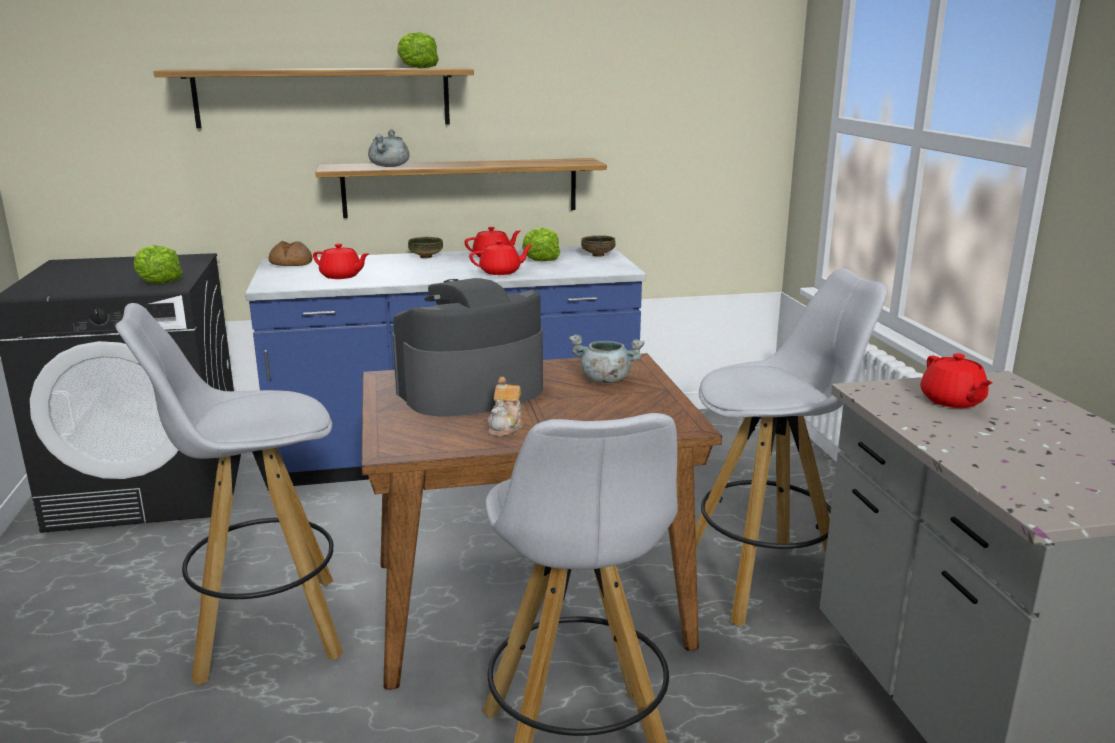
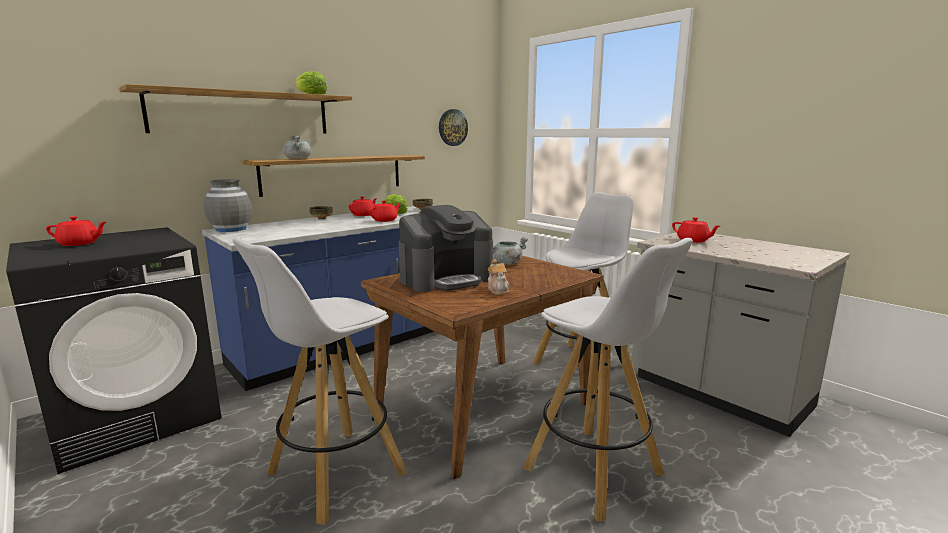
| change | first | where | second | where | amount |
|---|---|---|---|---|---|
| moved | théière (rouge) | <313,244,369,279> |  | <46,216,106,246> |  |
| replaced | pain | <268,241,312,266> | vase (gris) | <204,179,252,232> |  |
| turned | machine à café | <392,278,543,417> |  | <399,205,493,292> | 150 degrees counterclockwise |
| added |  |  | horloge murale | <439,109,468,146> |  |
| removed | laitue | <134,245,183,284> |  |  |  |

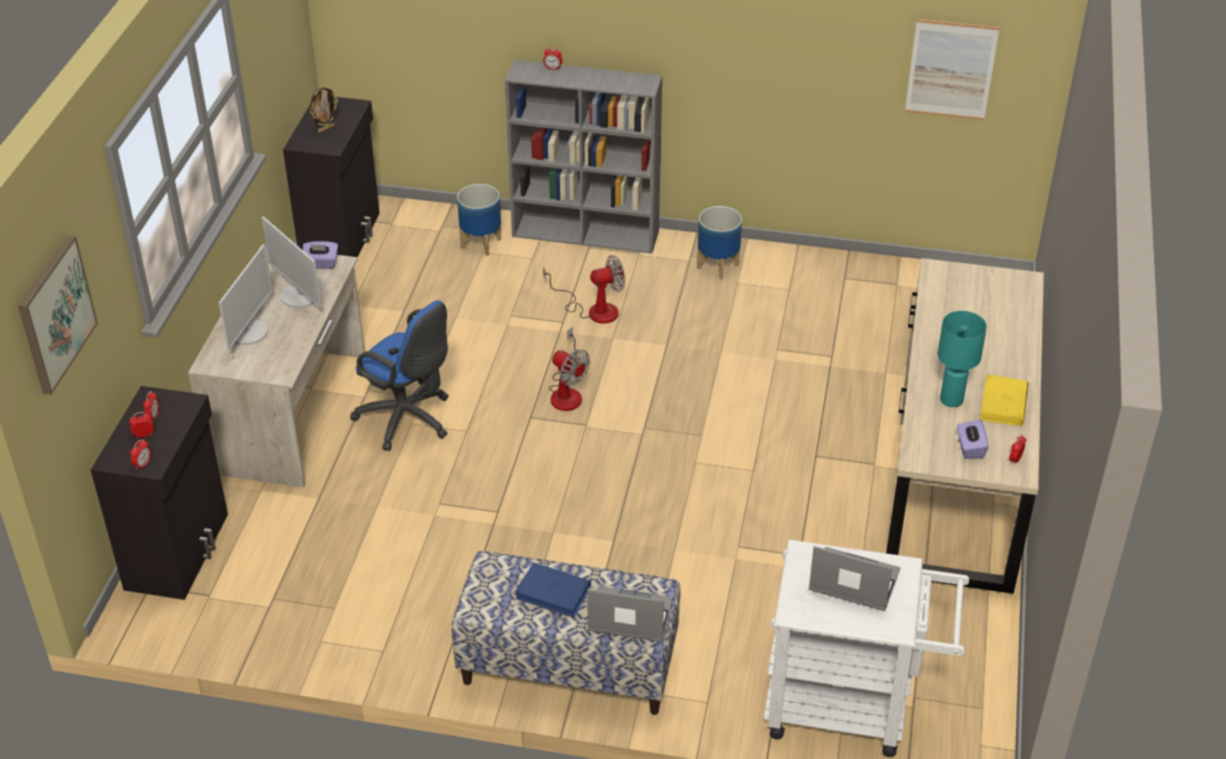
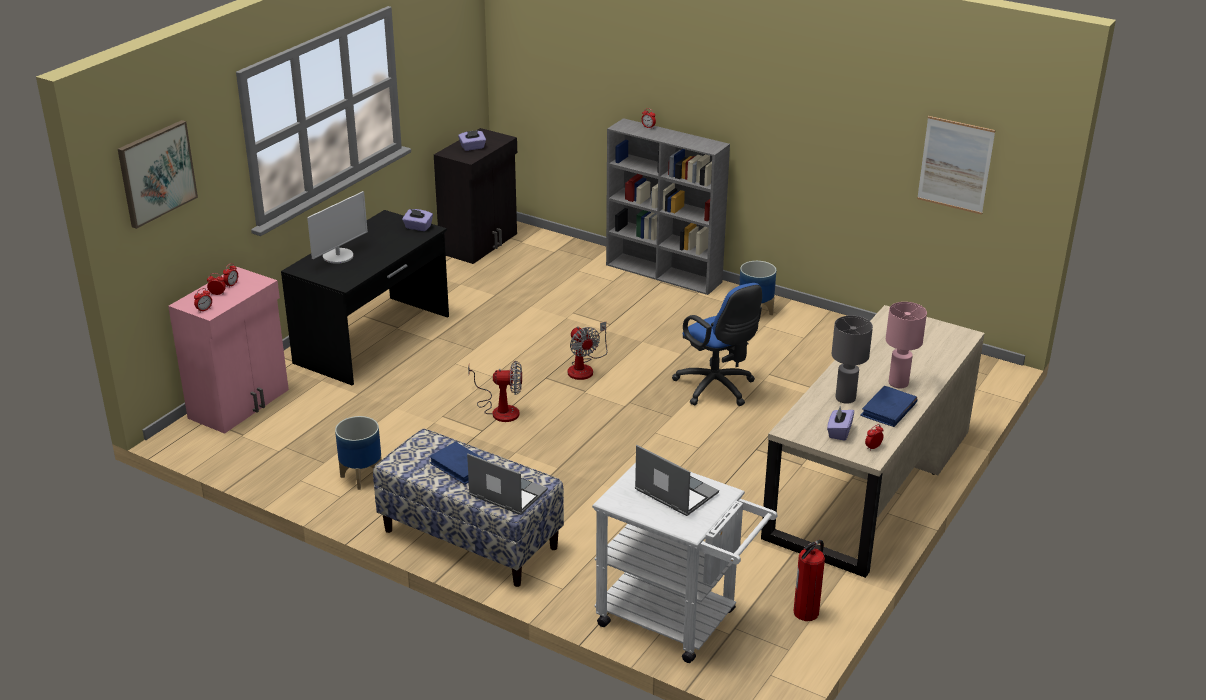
| change | first | where | second | where | amount |
|---|---|---|---|---|---|
| recoloured | meuble de rangement (noir) | <91,386,228,600> | meuble de rangement (rose) | <168,267,289,434> |  |
| recoloured | bureau (beige) | <188,245,365,488> | bureau (noir) | <281,210,449,386> |  |
| moved | cache-pot | <457,184,501,256> |  | <335,416,382,490> |  |
| replaced | cadre photo | <310,86,338,132> | boîte à mouchoirs (violet) | <458,130,486,151> |  |
| moved | ventilateur | <543,255,625,324> |  | <468,361,522,422> |  |
| moved | chaise de bureau (bleu) | <350,300,449,451> |  | <672,283,762,406> |  |
| added |  |  | extincteur | <793,540,825,621> |  |
| recoloured | lampe de table (turquoise) | <938,311,987,407> | lampe de table (gris) | <832,316,873,404> |  |
| recoloured | livre (jaune) | <980,374,1028,426> | livre (bleu) | <860,386,918,427> |  |
| added |  |  | lampe de table (rose) | <886,302,927,388> |  |
| removed | écran d'ordinateur | <261,216,321,308> |  |  |  |

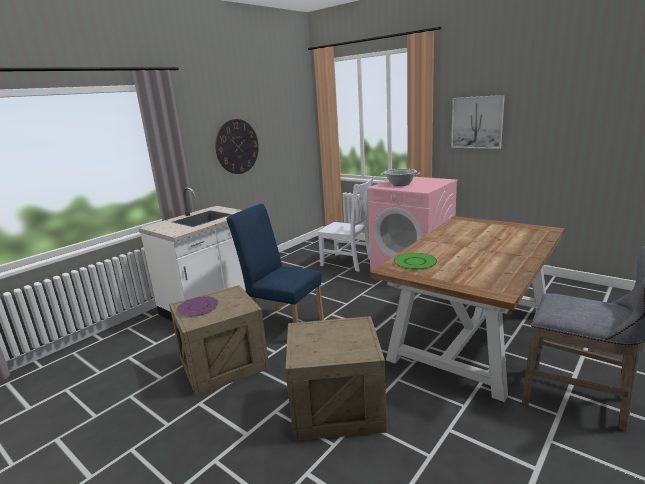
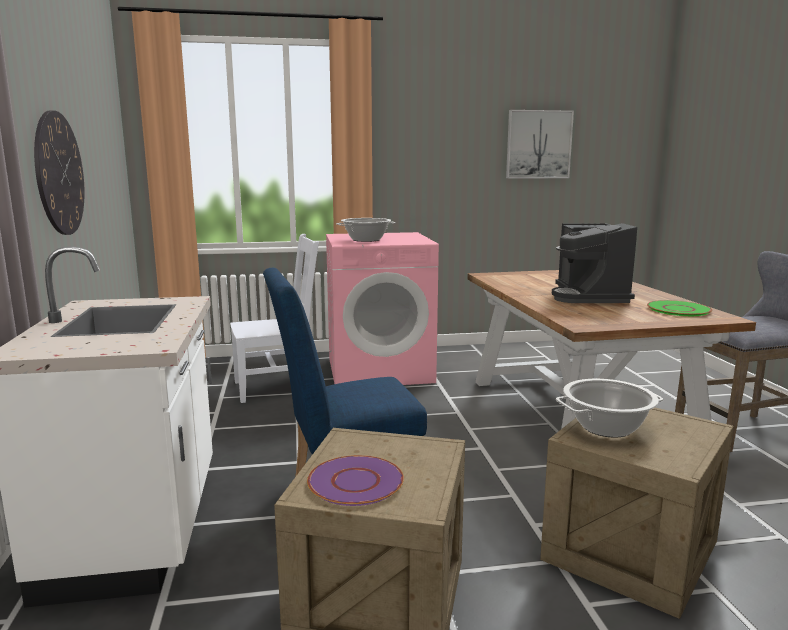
| change | first | where | second | where | amount |
|---|---|---|---|---|---|
| moved | tableau | <451,95,505,149> |  | <506,110,574,179> |  |
| added |  |  | machine à café | <552,223,637,303> |  |
| added |  |  | marmite | <556,379,663,437> |  |
| moved | assiette (vert) | <393,253,437,270> |  | <647,300,712,316> |  |

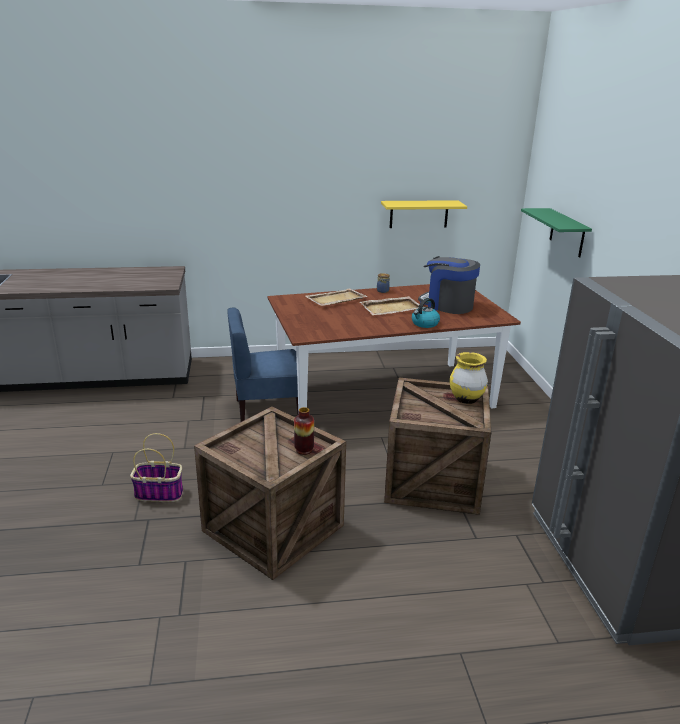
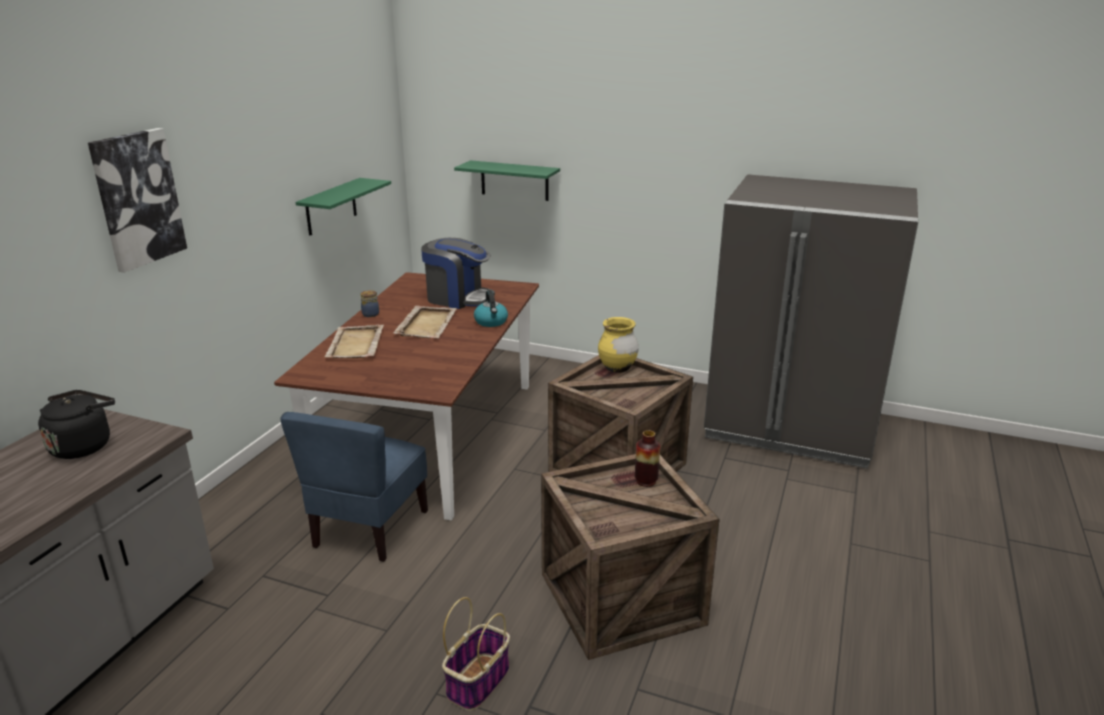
| change | first | where | second | where | amount |
|---|---|---|---|---|---|
| added |  |  | bouilloire (noir) | <38,390,115,459> |  |
| added |  |  | tableau | <88,128,187,273> |  |
| recoloured | étagère (jaune) | <381,200,467,228> | étagère (vert) | <296,178,391,236> |  |
| turned | machine à café | <418,256,480,314> |  | <421,238,495,309> | 135 degrees counterclockwise |

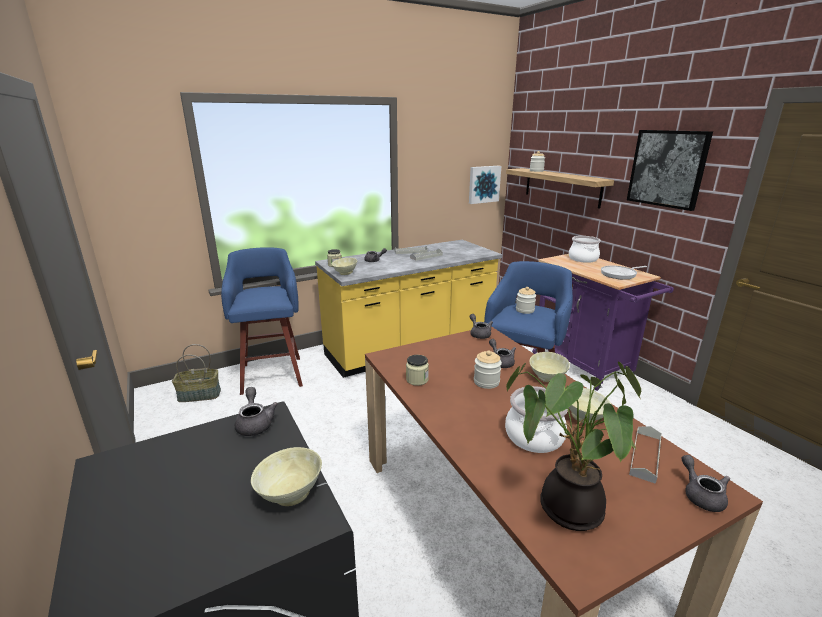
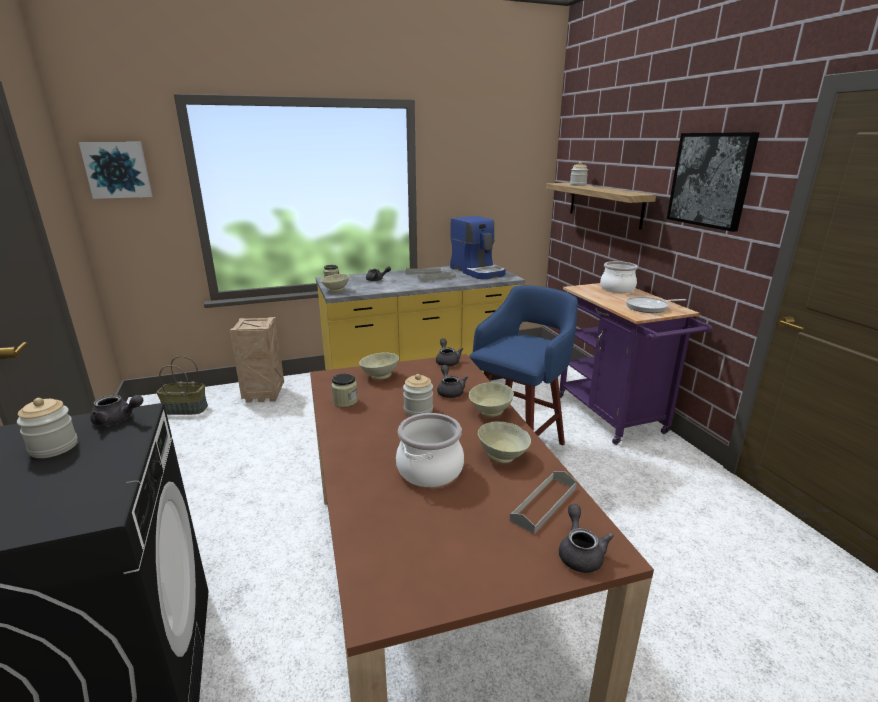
| change | first | where | second | where | amount |
|---|---|---|---|---|---|
| moved | bocal | <516,287,536,314> |  | <17,398,78,458> |  |
| moved | tableau | <469,166,501,204> |  | <79,142,152,199> |  |
| turned | théière (gris) | <234,387,278,436> |  | <90,395,143,426> | 105 degrees clockwise |
| replaced | tabouret (bleu) | <221,247,303,395> | caisse | <230,317,284,403> |  |
| moved | bol (beige) | <251,447,322,506> |  | <359,353,399,380> |  |
| added |  |  | machine à café | <450,216,506,279> |  |
| removed | plante en pot | <506,361,641,531> |  |  |  |

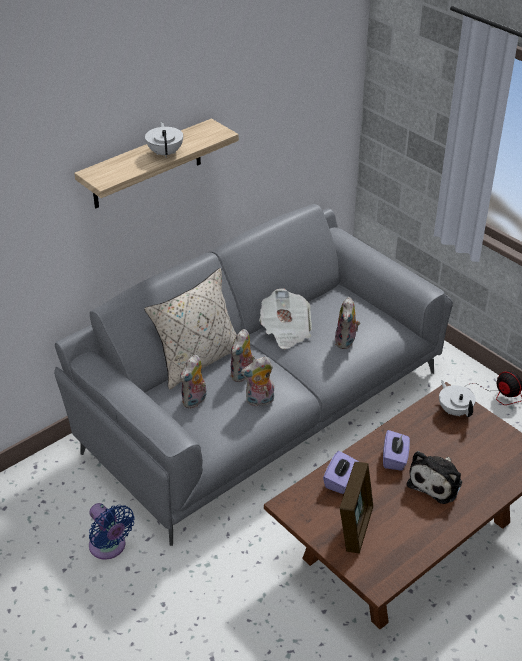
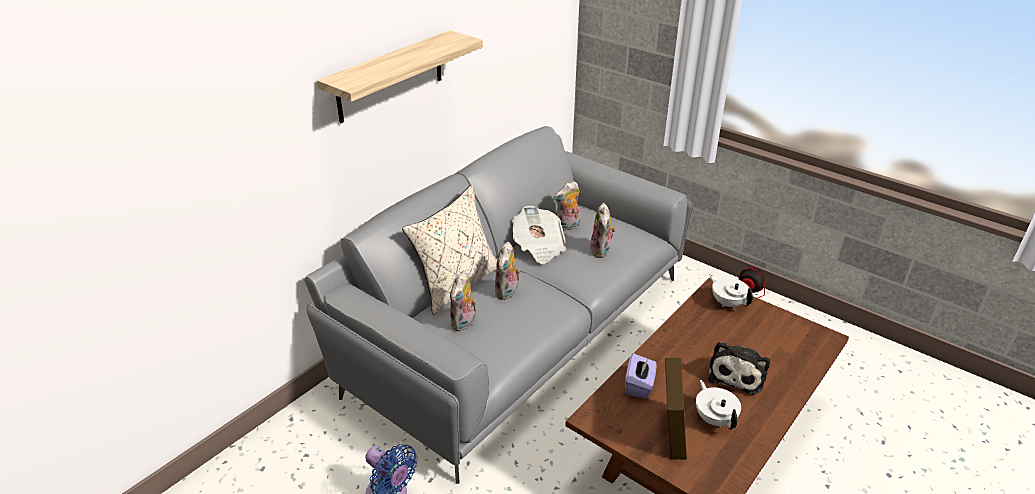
| change | first | where | second | where | amount |
|---|---|---|---|---|---|
| moved | peluche | <241,357,274,407> |  | <554,181,580,231> |  |
| moved | théière (blanc) | <145,122,183,158> |  | <696,380,741,429> |  |
| removed | boîte à mouchoirs (violet) | <383,430,410,471> |  |  |  |

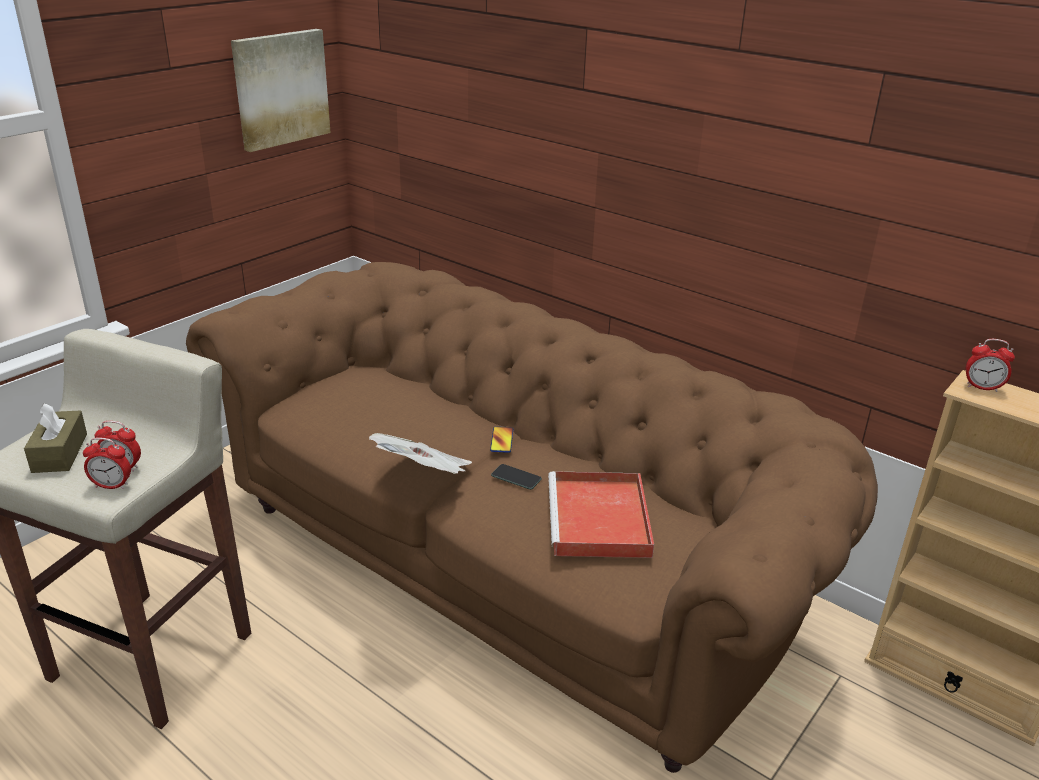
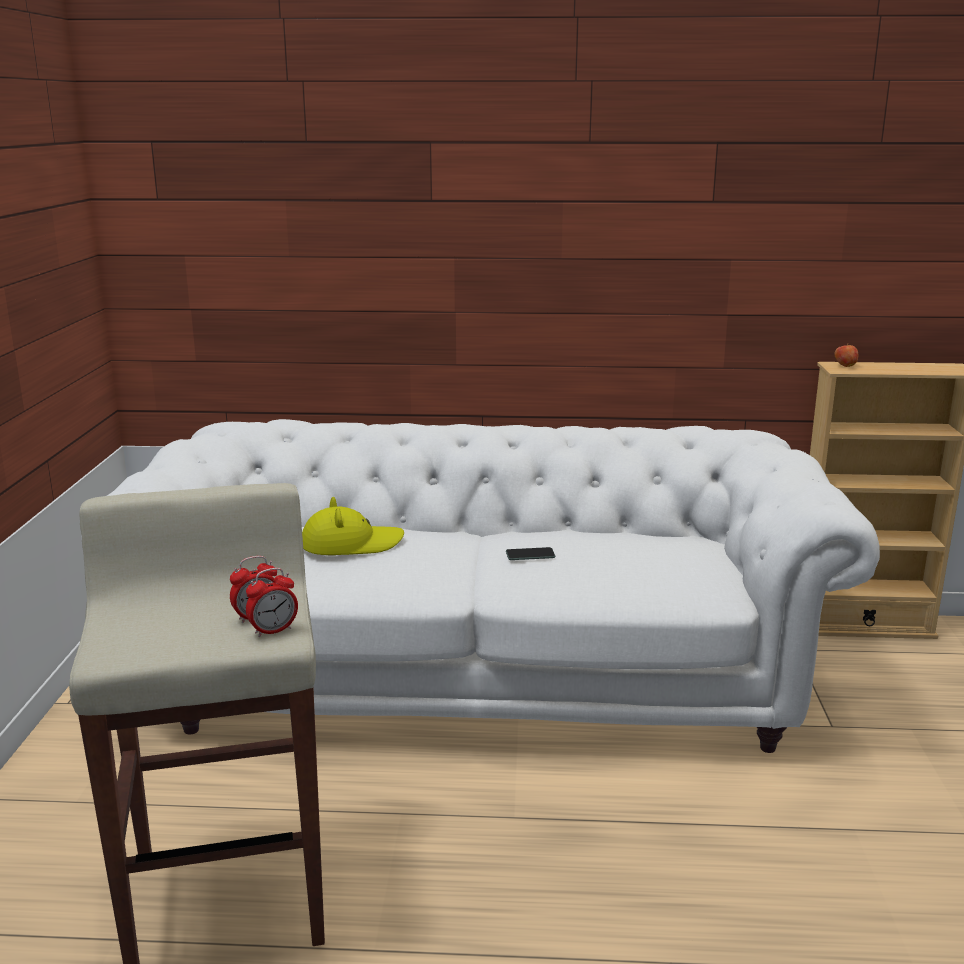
| change | first | where | second | where | amount |
|---|---|---|---|---|---|
| recoloured | canapé (marron) | <186,262,878,773> | canapé (blanc) | <81,419,880,753> |  |
| added |  |  | chapeau (jaune) | <302,497,404,555> |  |
| replaced | réveil | <966,339,1015,392> | pomme | <835,343,858,367> |  |
| removed | boîte à mouchoirs (marron) | <24,404,87,473> |  |  |  |
| removed | tableau | <231,29,331,152> |  |  |  |
| removed | journal | <369,433,472,474> |  |  |  |
| removed | téléphone | <490,426,513,453> |  |  |  |
| removed | plateau (rouge) | <548,471,654,558> |  |  |  |

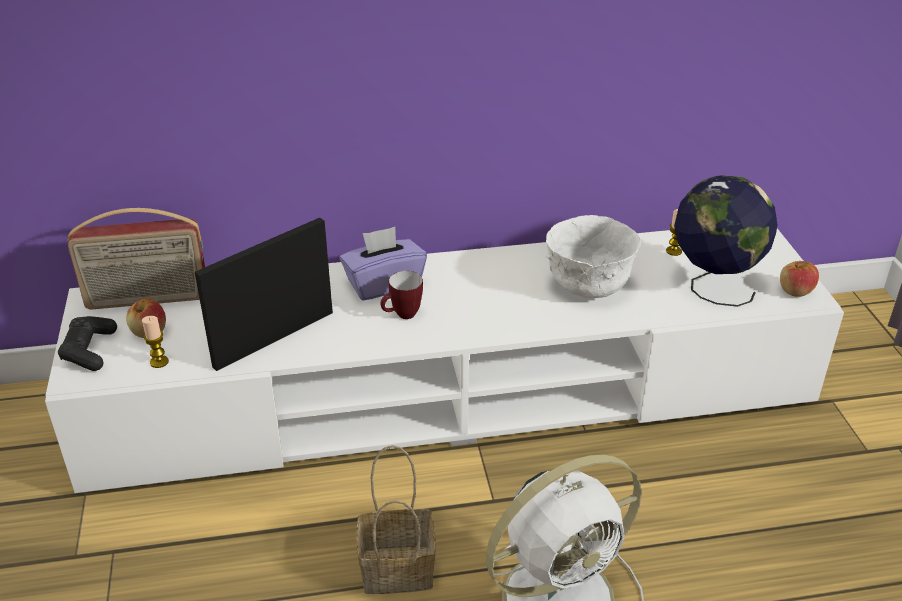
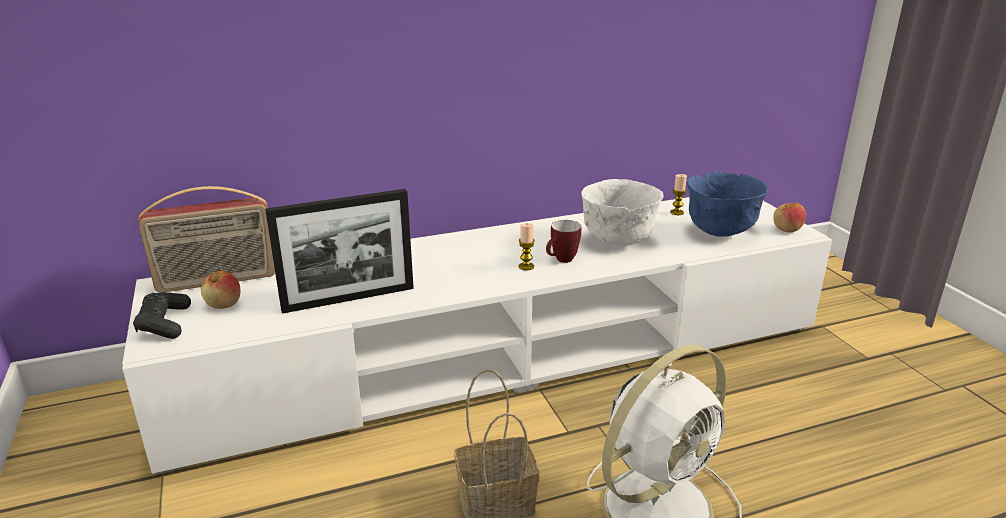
| change | first | where | second | where | amount |
|---|---|---|---|---|---|
| turned | cadre photo | <195,218,333,371> |  | <265,189,414,314> | 150 degrees counterclockwise |
| moved | bougie | <142,316,169,368> |  | <519,223,535,271> |  |
| moved | mug | <381,271,423,319> |  | <546,220,581,263> |  |
| replaced | globe | <674,175,778,307> | bol (bleu) | <687,171,768,237> |  |
| removed | boîte à mouchoirs (violet) | <339,227,427,300> |  |  |  |

